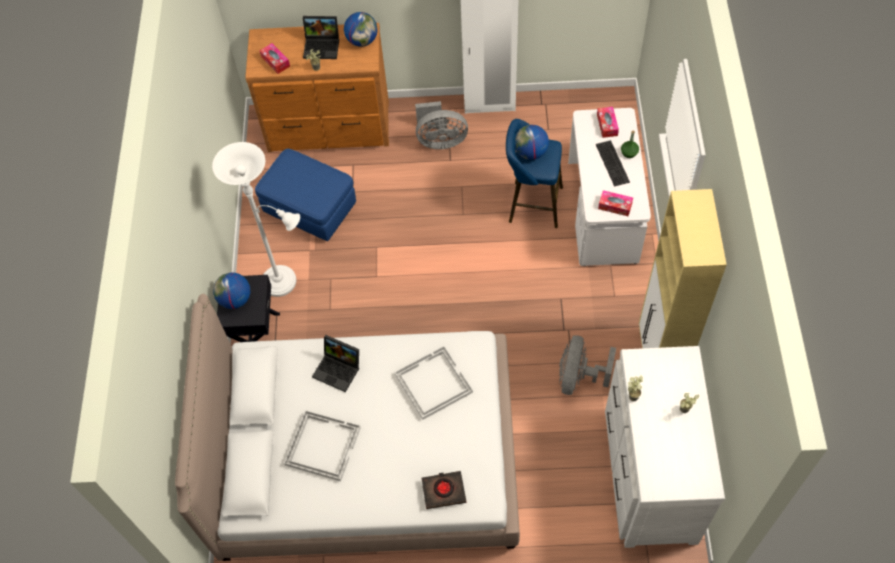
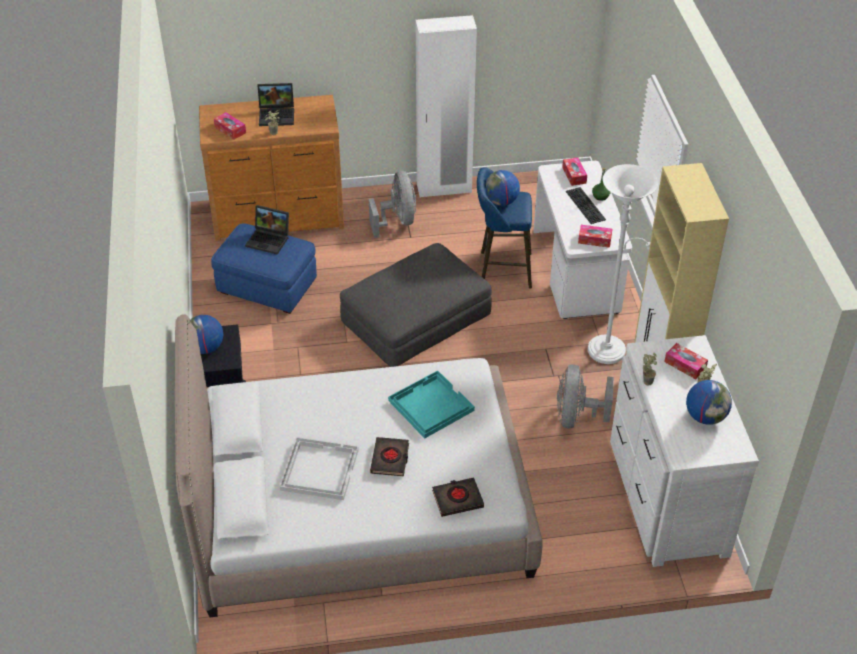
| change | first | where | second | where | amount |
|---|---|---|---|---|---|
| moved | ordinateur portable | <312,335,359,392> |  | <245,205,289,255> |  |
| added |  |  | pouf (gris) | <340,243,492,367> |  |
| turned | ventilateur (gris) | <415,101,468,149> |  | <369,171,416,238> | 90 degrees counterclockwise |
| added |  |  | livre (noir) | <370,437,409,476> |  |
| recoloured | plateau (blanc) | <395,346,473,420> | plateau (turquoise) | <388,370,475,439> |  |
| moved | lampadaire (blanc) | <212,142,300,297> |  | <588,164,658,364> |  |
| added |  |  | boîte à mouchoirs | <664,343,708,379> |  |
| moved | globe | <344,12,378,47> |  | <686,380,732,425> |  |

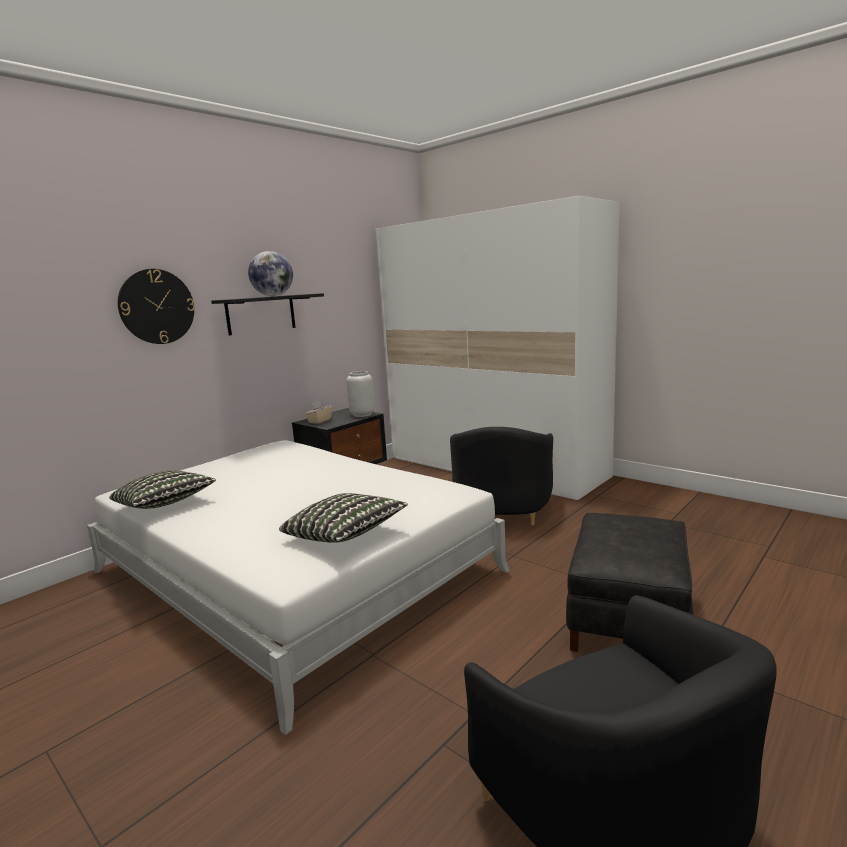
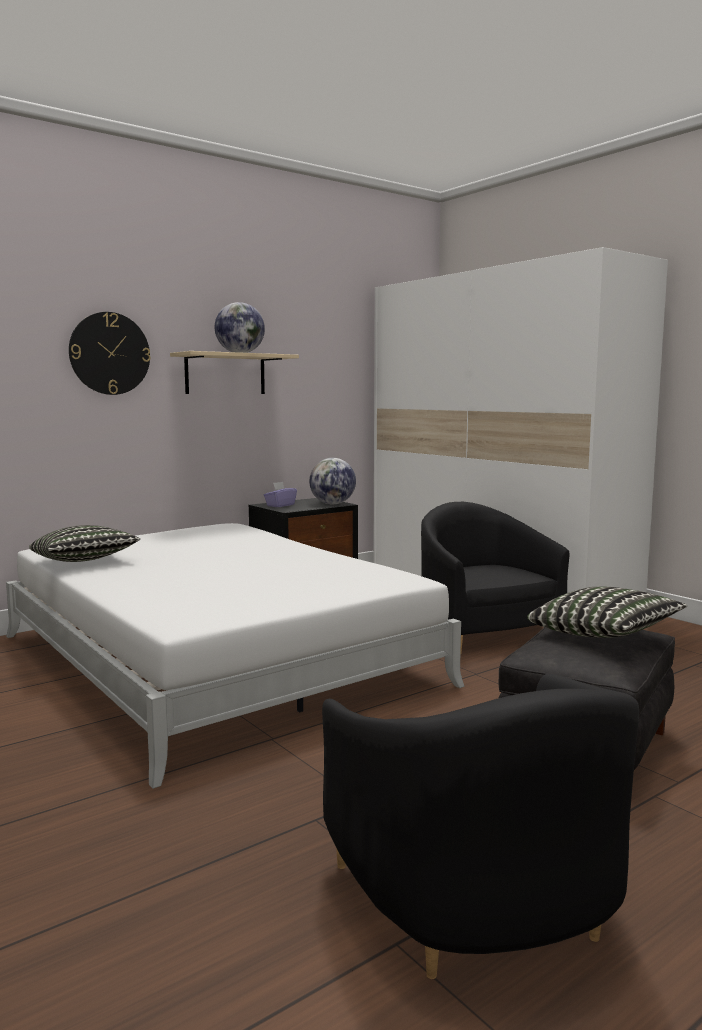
| change | first | where | second | where | amount |
|---|---|---|---|---|---|
| recoloured | étagère (noir) | <211,293,324,335> | étagère (beige) | <170,351,299,394> |  |
| recoloured | boîte à mouchoirs (beige) | <305,401,332,424> | boîte à mouchoirs (violet) | <264,482,297,507> |  |
| replaced | vase (gris) | <347,371,375,417> | globe | <309,458,356,504> |  |
| turned | fauteuil (noir) | <450,427,553,525> |  | <421,502,570,655> | 135 degrees clockwise |
| moved | coussin | <279,493,408,543> |  | <527,586,687,638> |  |

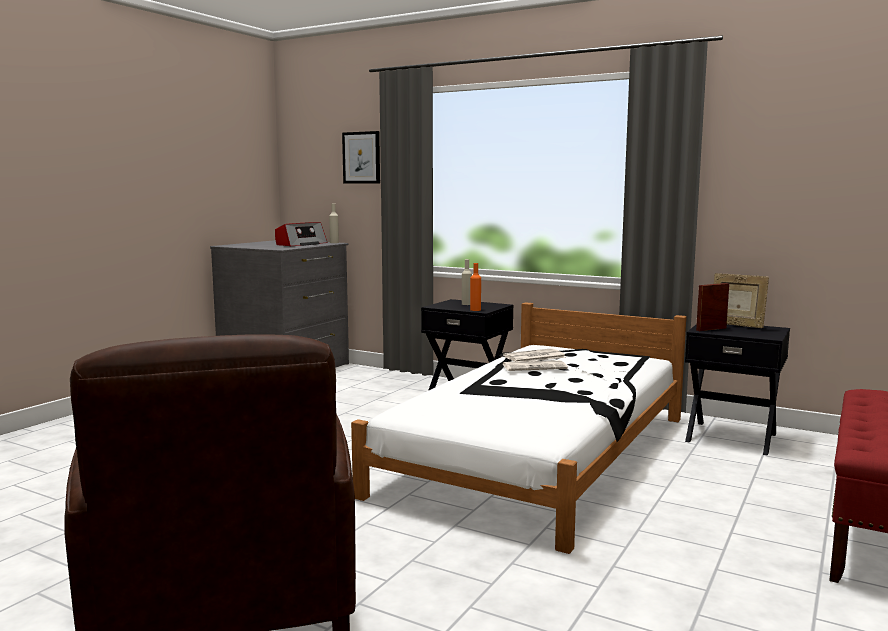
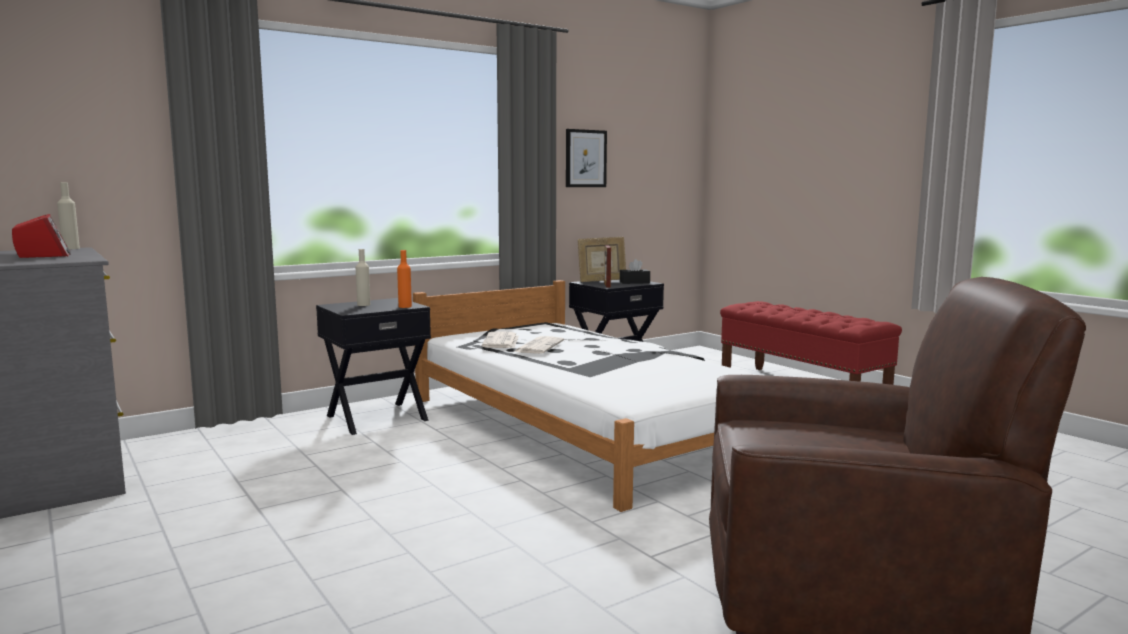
| change | first | where | second | where | amount |
|---|---|---|---|---|---|
| moved | tableau | <342,131,380,184> |  | <566,129,607,187> |  |
| added |  |  | boîte à mouchoirs (noir) | <620,259,650,284> |  |

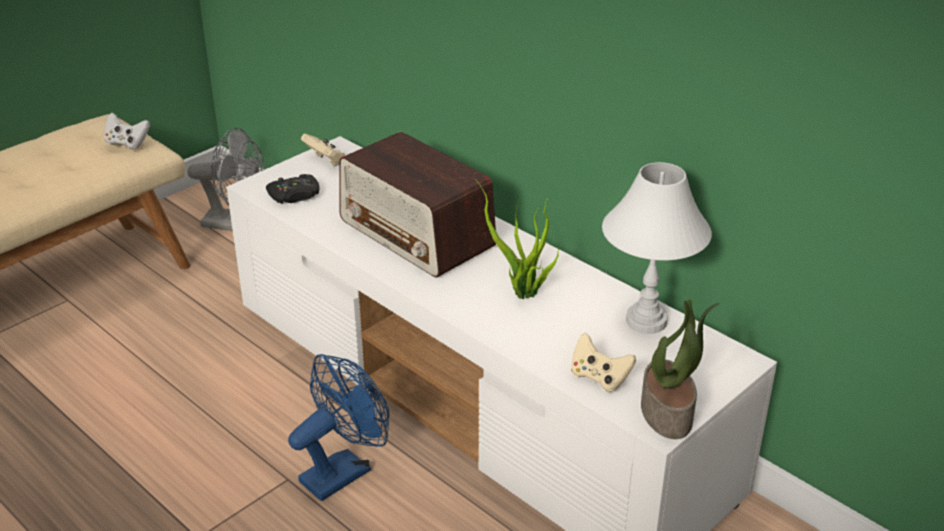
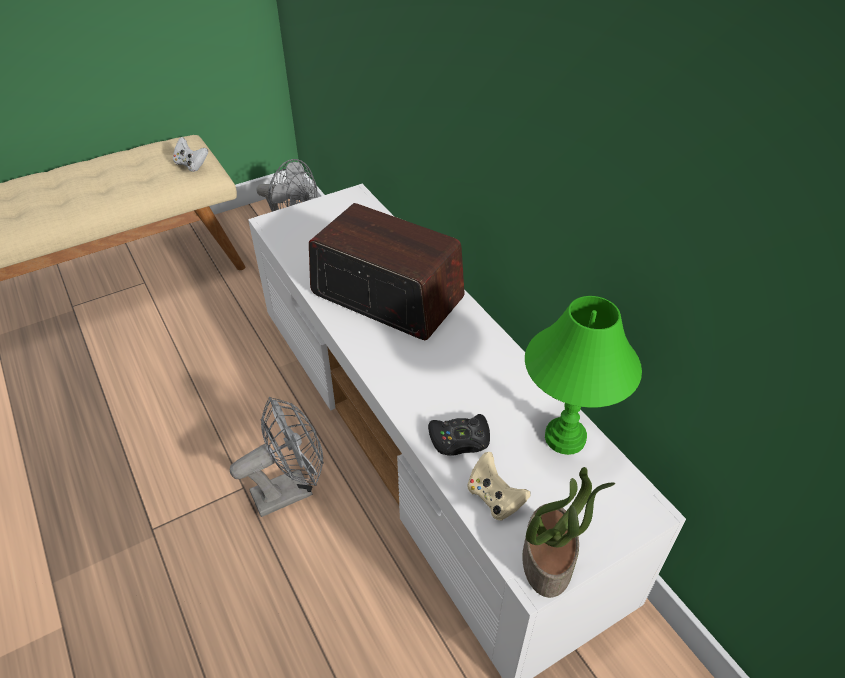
| change | first | where | second | where | amount |
|---|---|---|---|---|---|
| recoloured | ventilateur (bleu) | <288,354,389,501> | ventilateur (gris) | <230,397,324,517> |  |
| turned | radio | <339,132,496,278> |  | <309,203,465,340> | 150 degrees clockwise |
| moved | manette (noir) | <266,174,320,204> |  | <428,414,490,456> |  |
| recoloured | lampe de table (blanc) | <602,162,712,334> | lampe de table (vert) | <525,296,642,455> |  |
| removed | manette (beige) | <301,134,345,166> |  |  |  |
| removed | plante en pot | <475,179,560,299> |  |  |  |

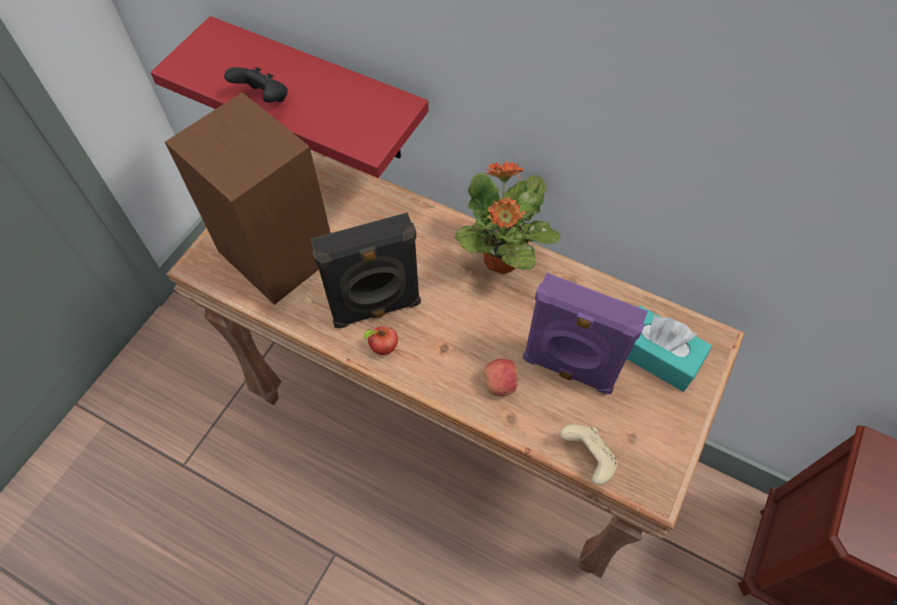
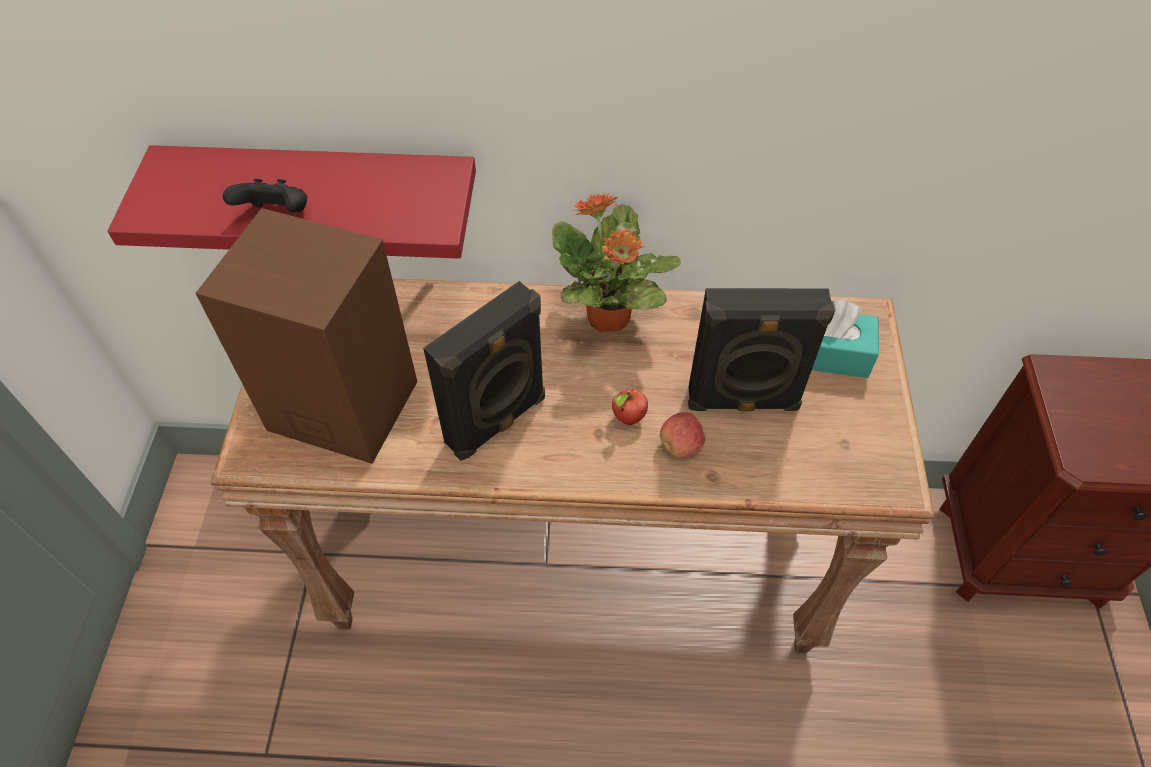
| change | first | where | second | where | amount |
|---|---|---|---|---|---|
| moved | pomme | <364,327,398,355> |  | <612,389,648,425> |  |
| recoloured | enceinte (violet) | <523,273,648,394> | enceinte (noir) | <688,288,835,411> |  |
| removed | manette (beige) | <560,424,618,485> |  |  |  |

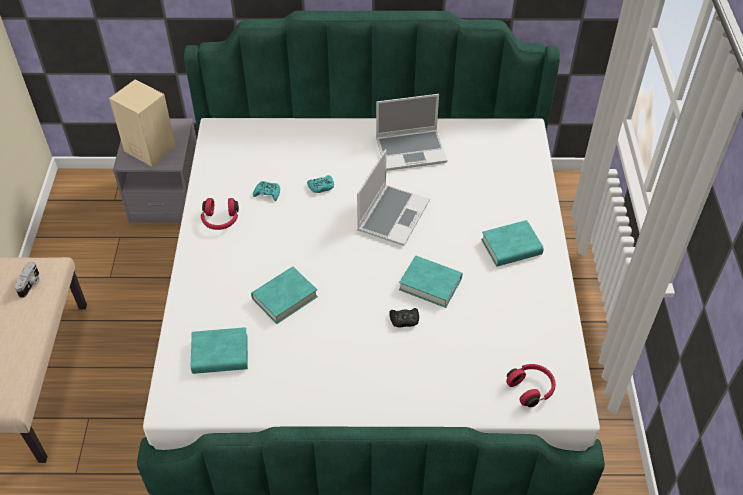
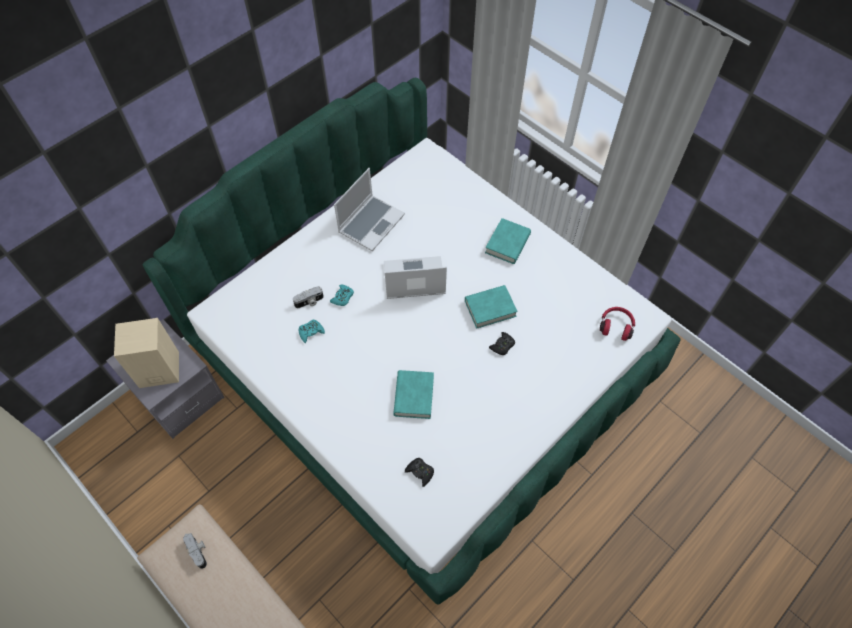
| change | first | where | second | where | amount |
|---|---|---|---|---|---|
| added |  |  | appareil photo | <293,286,324,308> |  |
| turned | ordinateur portable | <357,149,430,246> |  | <384,256,447,299> | 75 degrees counterclockwise |
| replaced | livre (turquoise) | <191,327,248,374> | manette (noir) | <405,458,434,487> |  |
| removed | casque audio (rouge) | <201,198,239,230> |  |  |  |

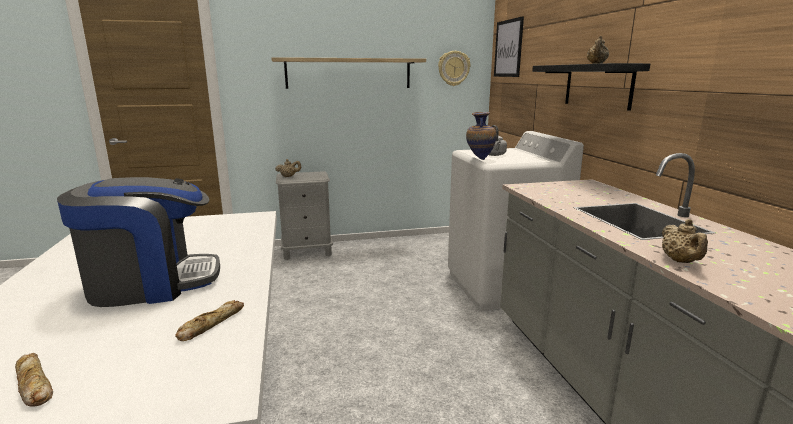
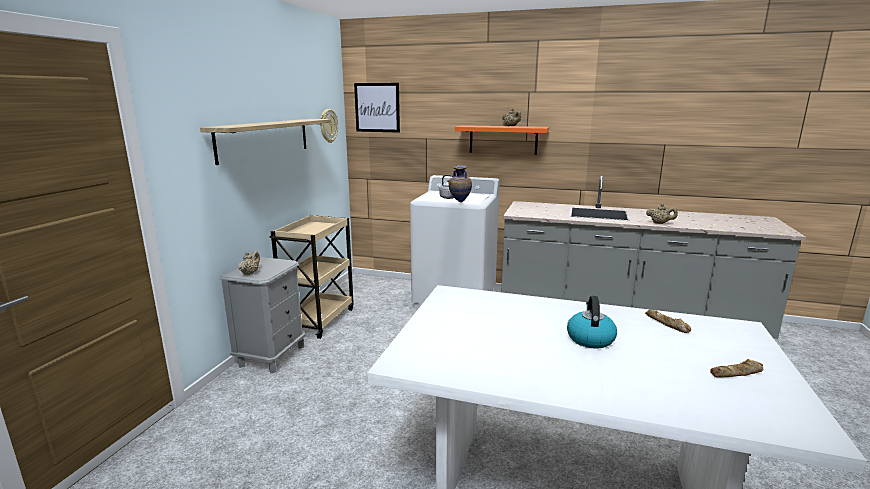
| change | first | where | second | where | amount |
|---|---|---|---|---|---|
| added |  |  | chariot (beige) | <269,215,354,339> |  |
| recoloured | étagère (noir) | <532,63,650,111> | étagère (orange) | <455,125,549,155> |  |
| replaced | machine à café | <57,177,220,307> | bouilloire | <567,296,617,349> |  |

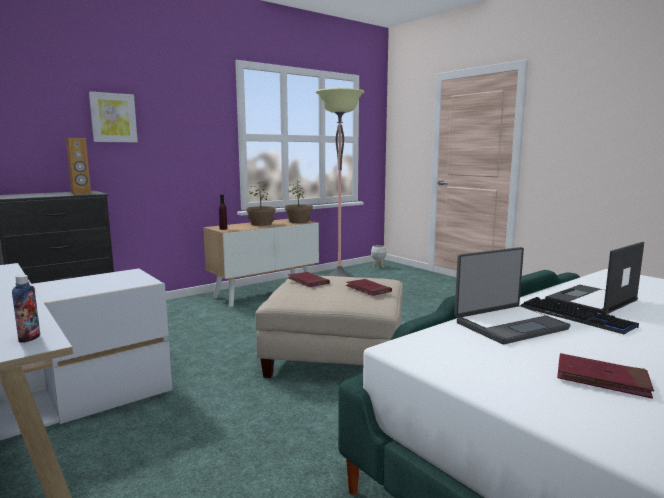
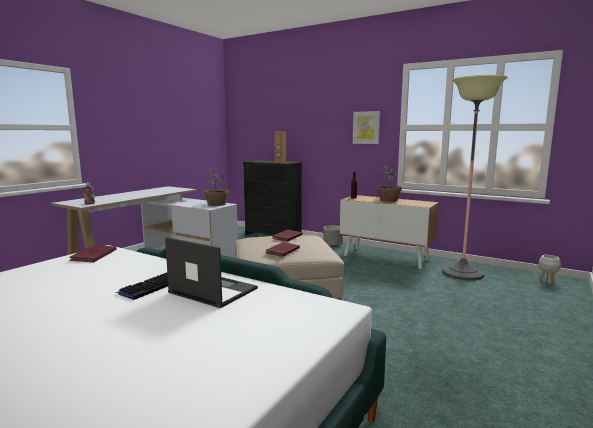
| change | first | where | second | where | amount |
|---|---|---|---|---|---|
| moved | livre (rouge) | <557,353,654,399> |  | <69,245,116,263> |  |
| moved | plante en pot | <285,181,313,223> |  | <204,168,229,206> |  |
| added |  |  | cache-pot (gris) | <323,225,343,247> |  |
| moved | tableau | <89,91,138,142> |  | <353,111,380,144> |  |
| removed | ordinateur portable | <454,247,570,344> |  |  |  |

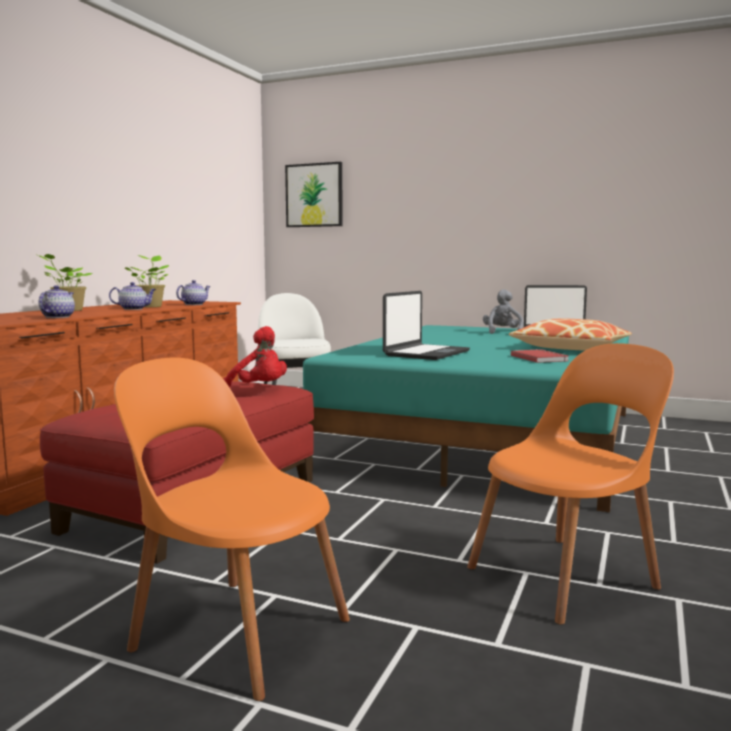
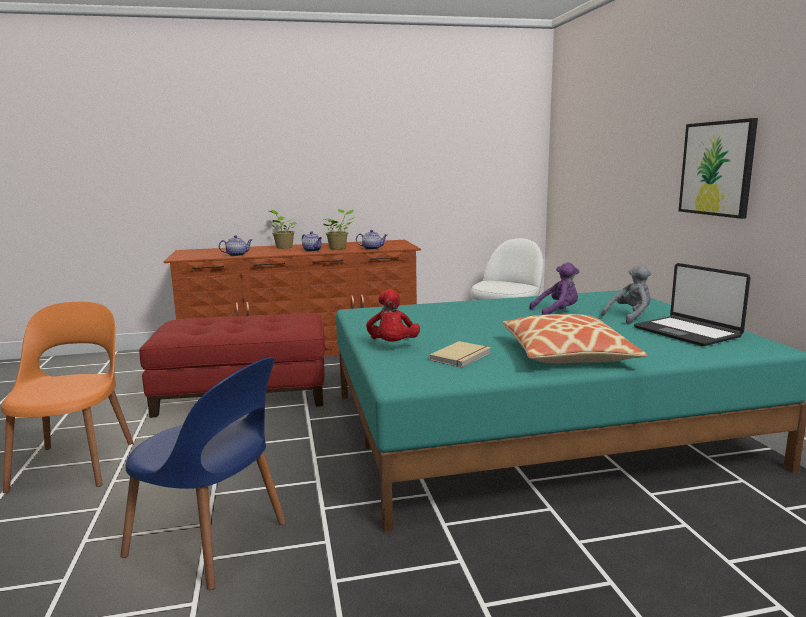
| change | first | where | second | where | amount |
|---|---|---|---|---|---|
| recoloured | chaise (orange) | <467,343,674,625> | chaise (bleu) | <120,357,286,590> |  |
| moved | peluche (rouge) | <224,326,287,387> |  | <366,289,420,342> |  |
| recoloured | livre (rouge) | <511,349,568,363> | livre (beige) | <429,341,491,367> |  |
| added |  |  | peluche (violet) | <529,262,580,315> |  |
| moved | tableau | <285,162,343,227> |  | <679,118,758,219> |  |
| removed | ordinateur portable | <383,291,470,360> |  |  |  |

